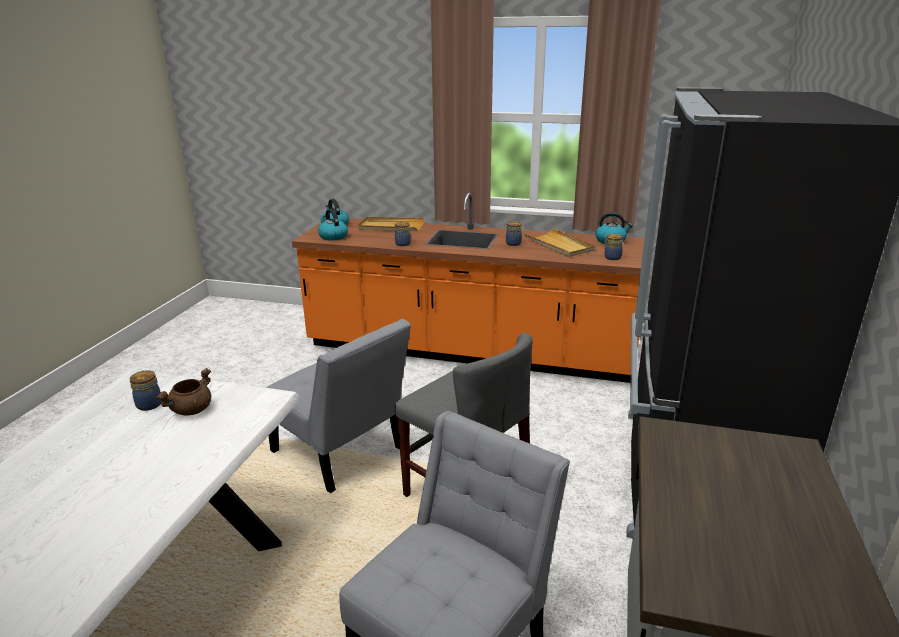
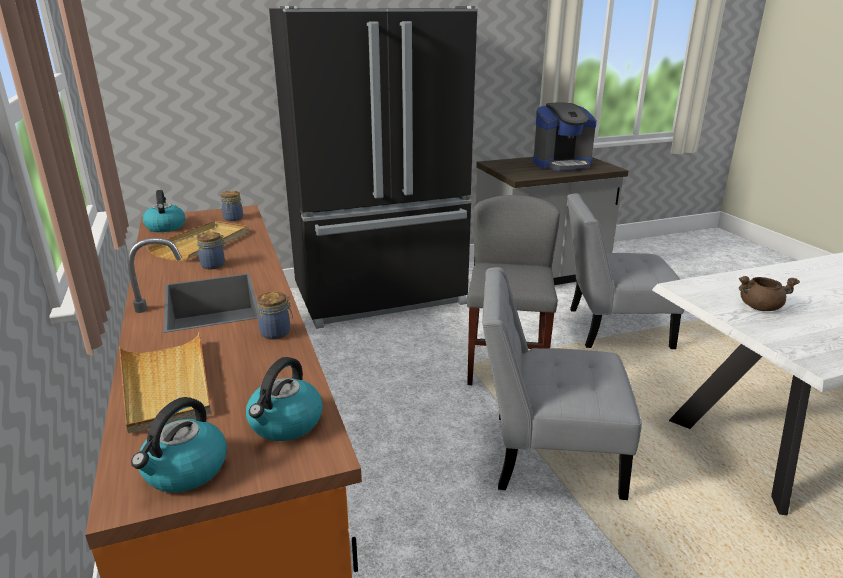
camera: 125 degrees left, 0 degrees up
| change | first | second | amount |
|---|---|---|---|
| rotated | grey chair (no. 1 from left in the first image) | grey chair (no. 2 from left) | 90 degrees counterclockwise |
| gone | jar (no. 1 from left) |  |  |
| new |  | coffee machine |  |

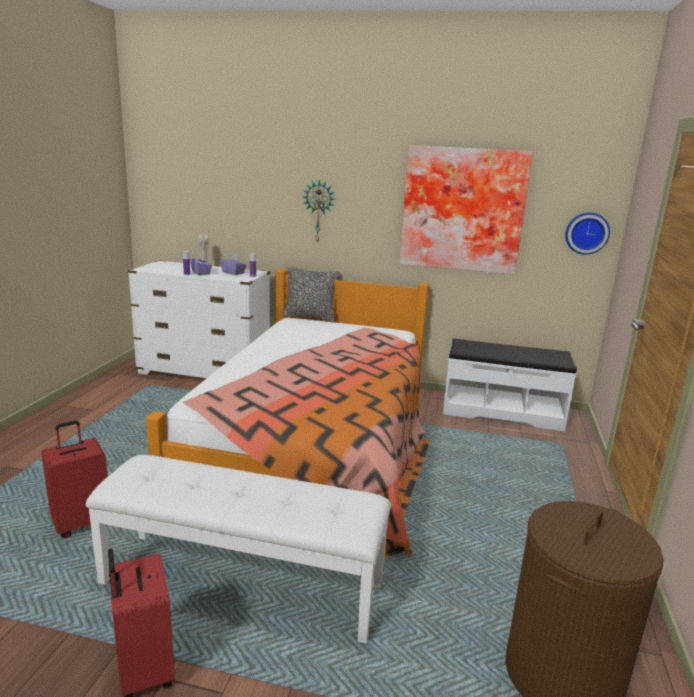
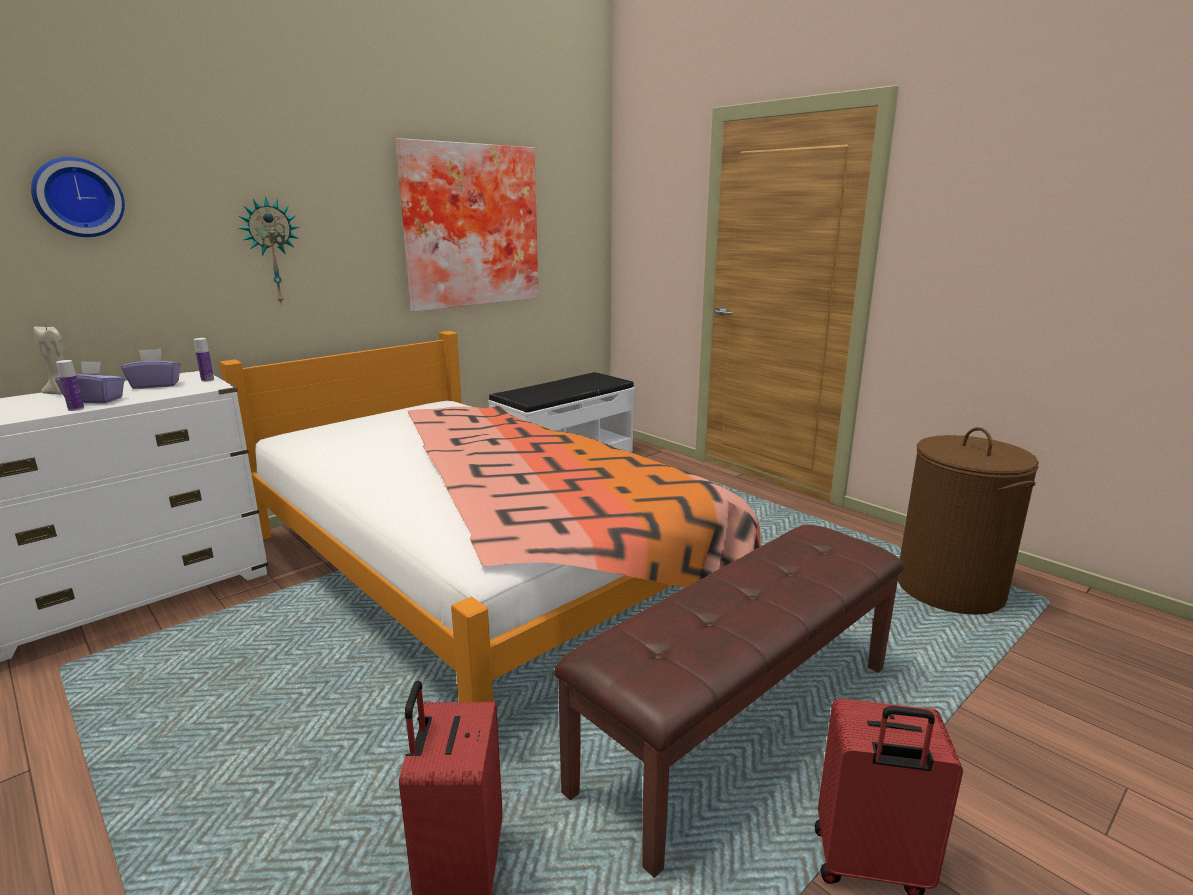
camera: 55 degrees left, 0 degrees up
| change | first | second | amount |
|---|---|---|---|
| shifted | wall clock (no. 2 from left in the first image) | wall clock (no. 1 from left) |  |
| gone | pillow |  |  |
| repainted | white bench (no. 1 from left) | brown bench |  |

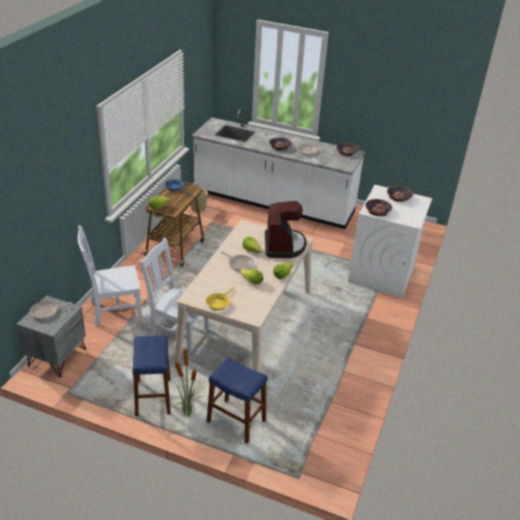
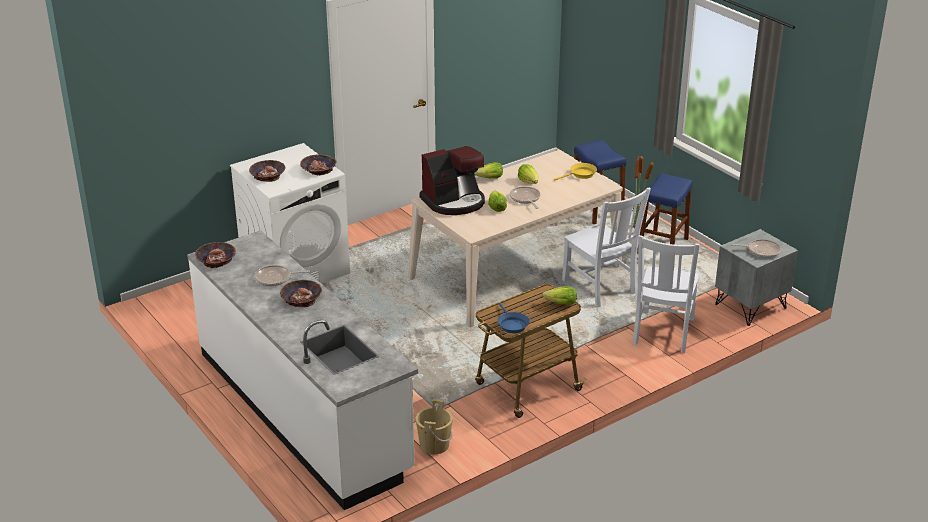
camera: 145 degrees left, 5 degrees down
| change | first | second | amount |
|---|---|---|---|
| rotated | coffee machine |  | 150 degrees counterclockwise |
| rotated | white chair (no. 1 from left in the first image) | white chair (no. 2 from left) | 90 degrees clockwise |

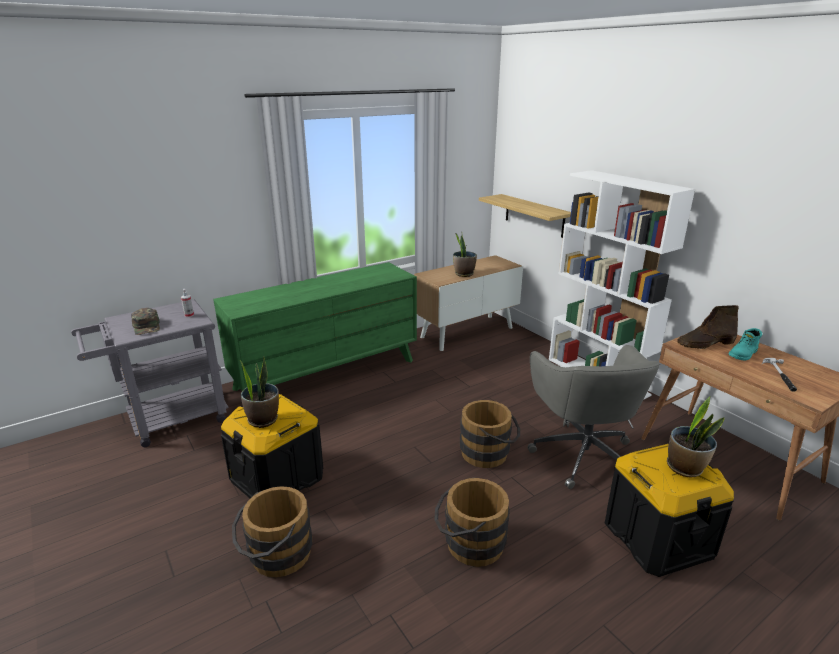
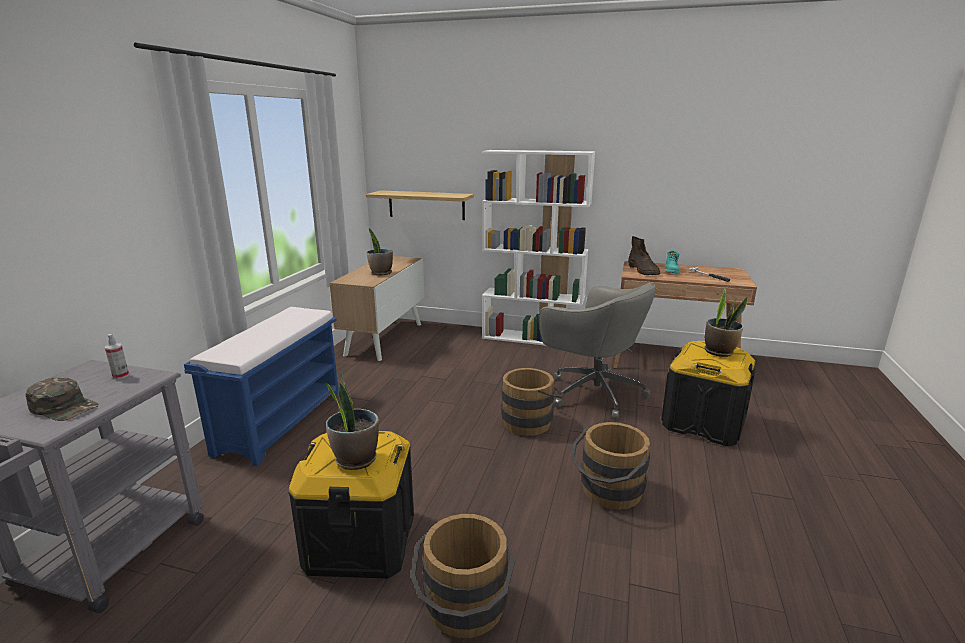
camera: 40 degrees left, 5 degrees down
| change | first | second | amount |
|---|---|---|---|
| swapped | green dresser | blue bench |  |
| rotated | brown boot |  | 45 degrees counterclockwise |

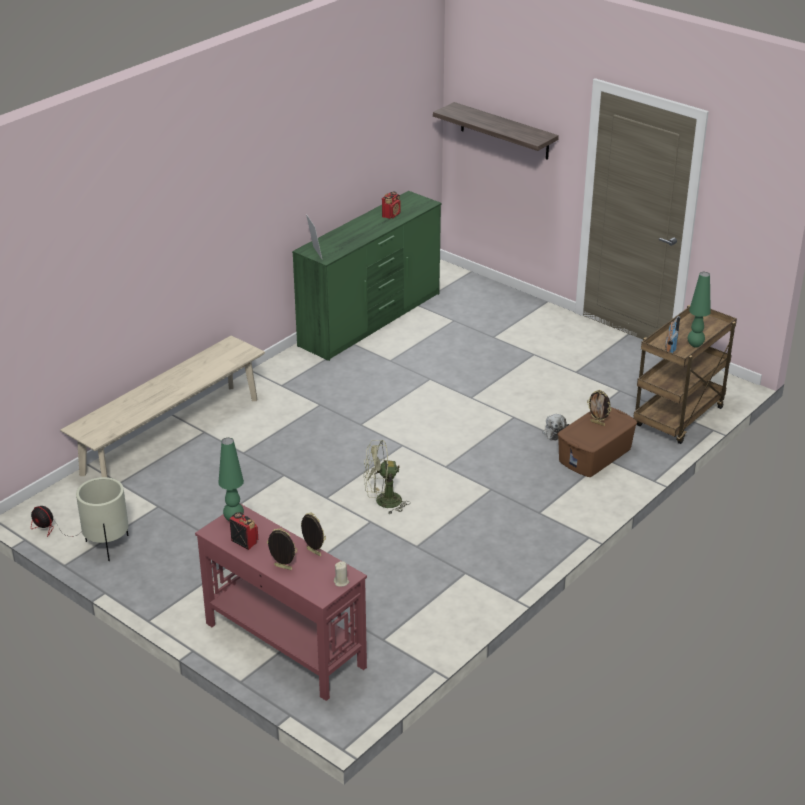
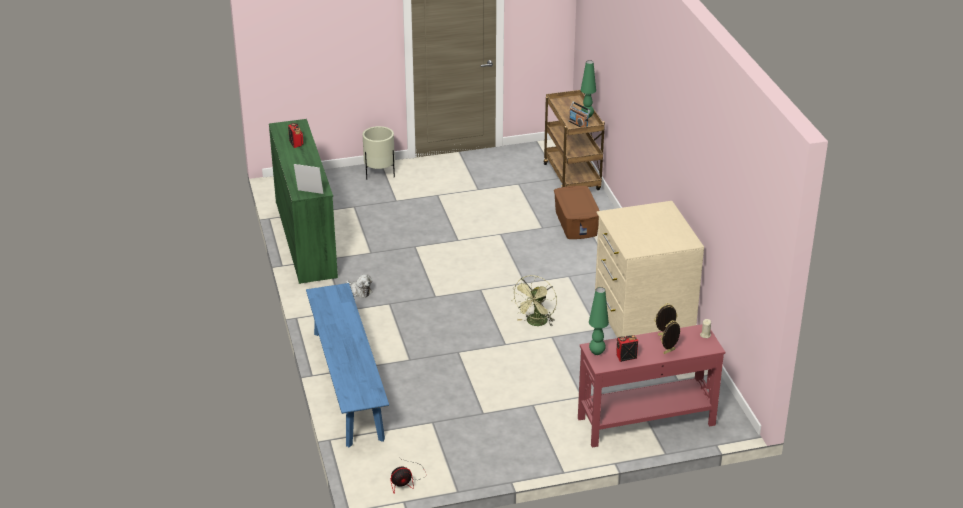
camera: 55 degrees left, 0 degrees up
| change | first | second | amount |
|---|---|---|---|
| gone | shelf |  |  |
| repainted | beige bench | blue bench |  |
| gone | picture frame (no. 4 from left) |  |  |
| shifted | plush toy |  |  |
| shifted | beige planter |  |  |
| new |  | beige dresser |  |

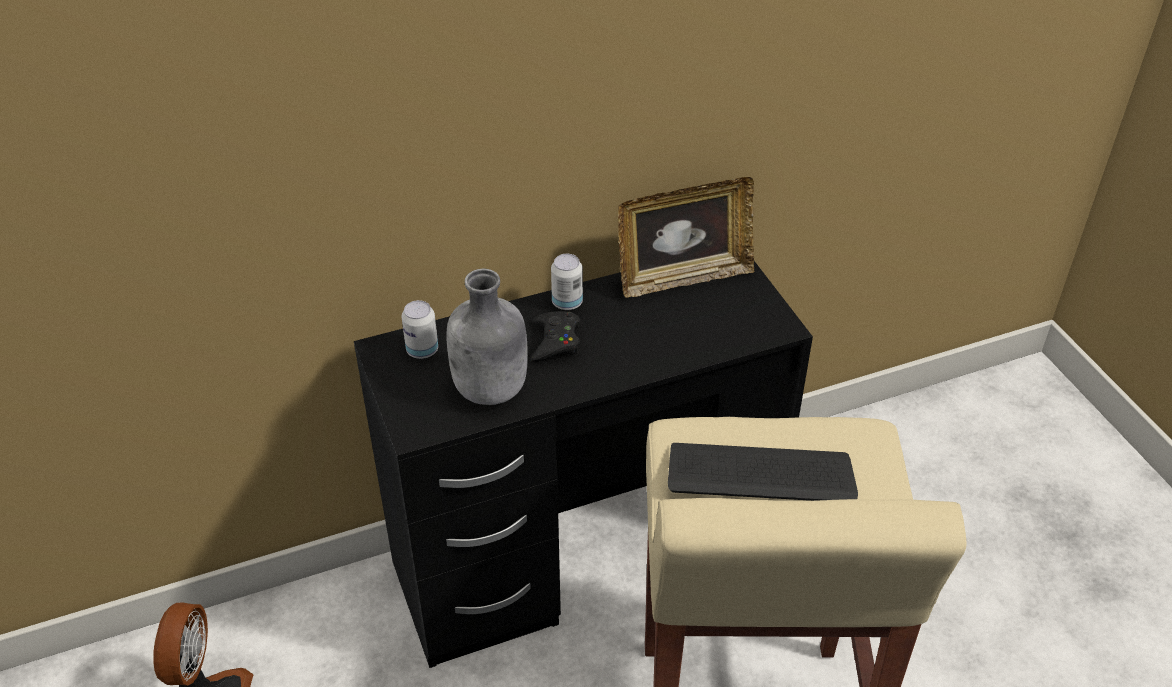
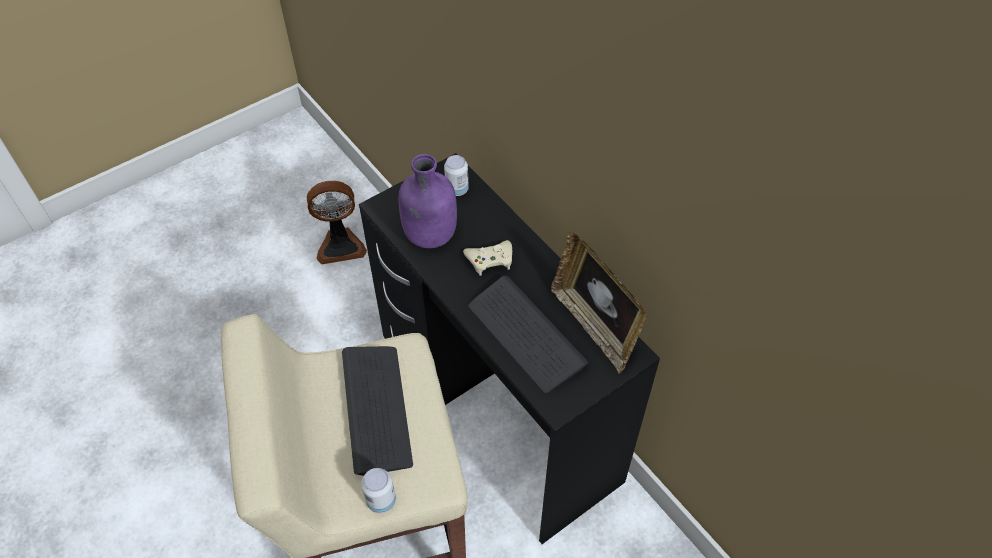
camera: 75 degrees right, 10 degrees up
| change | first | second | amount |
|---|---|---|---|
| shifted | can (no. 2 from left in the first image) | can (no. 1 from left) |  |
| repainted | grey bottle | purple bottle |  |
| repainted | black game controller | beige game controller |  |
| new |  | keyboard (no. 2 from left) |  |

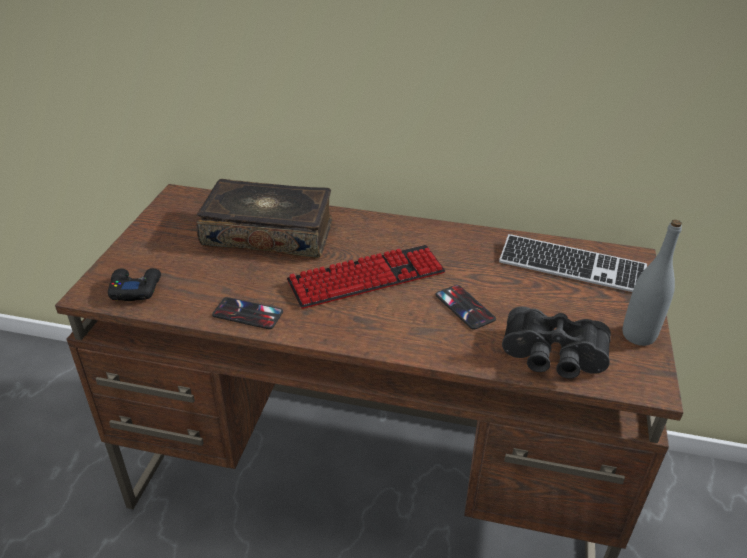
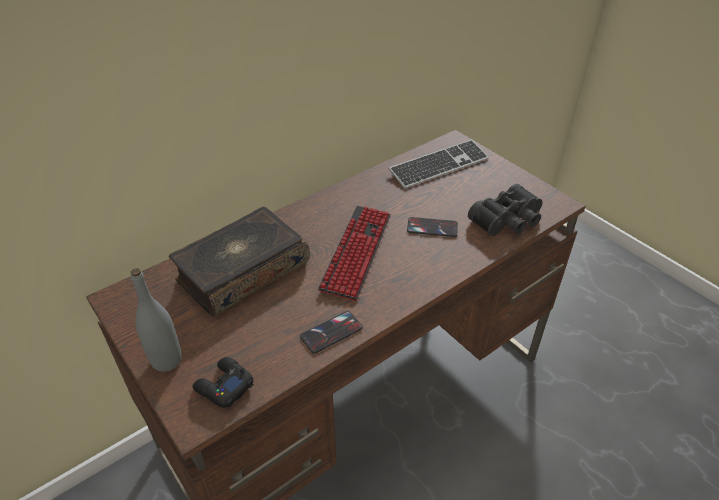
camera: 50 degrees left, 5 degrees up
| change | first | second | amount |
|---|---|---|---|
| shifted | grey bottle |  |  |

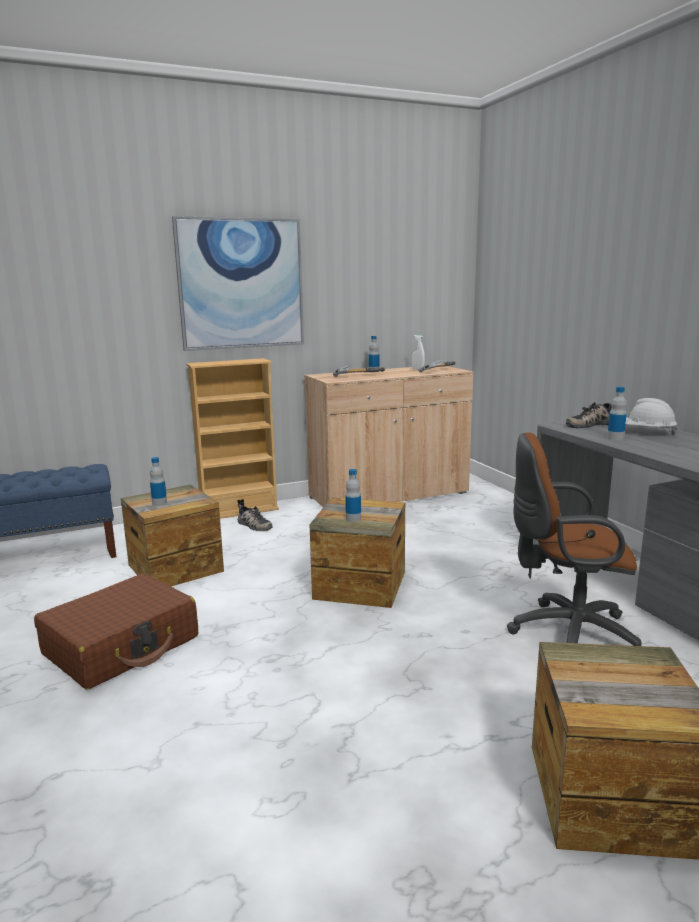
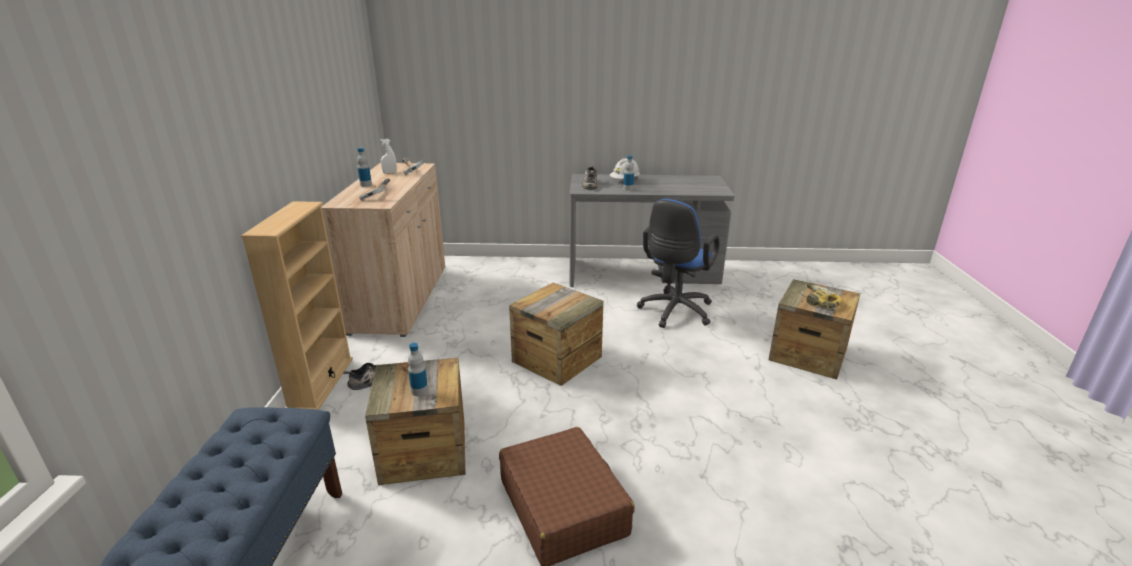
camera: 65 degrees left, 10 degrees up
| change | first | second | amount |
|---|---|---|---|
| gone | picture |  |  |
| repainted | brown office chair | blue office chair |  |
| gone | bottle (no. 2 from left) |  |  |
| new |  | power drill |  |

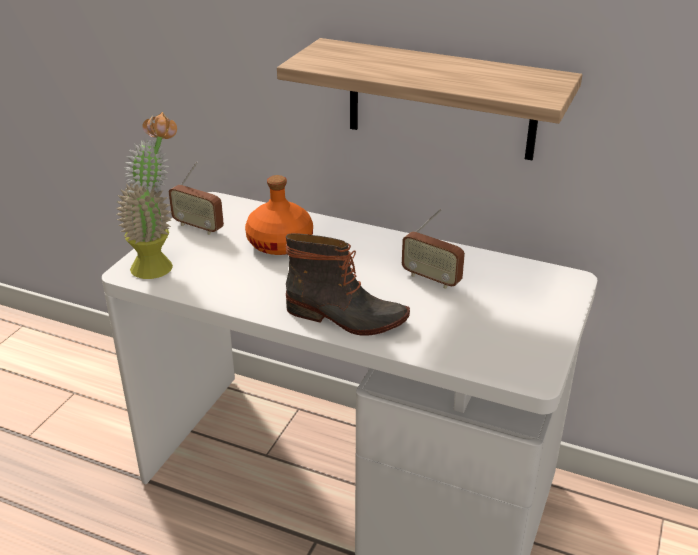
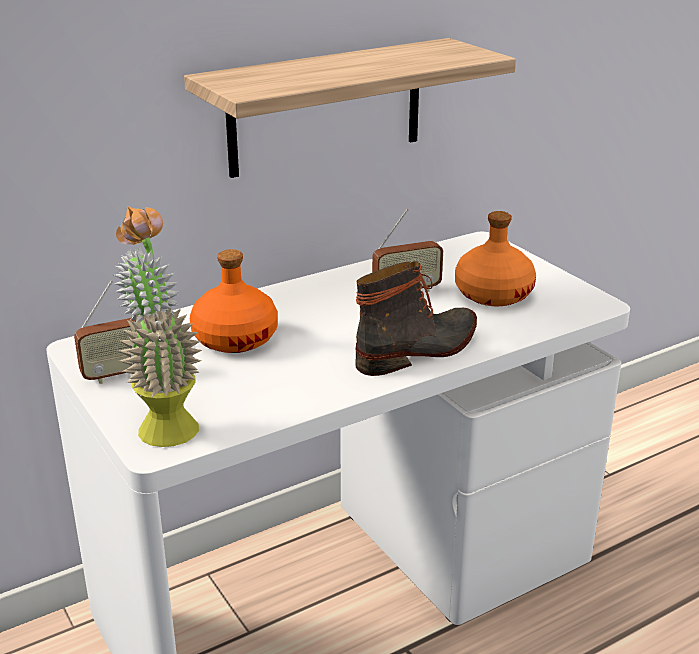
camera: 55 degrees left, 5 degrees down
| change | first | second | amount |
|---|---|---|---|
| new |  | orange bottle (no. 2 from left) |  |

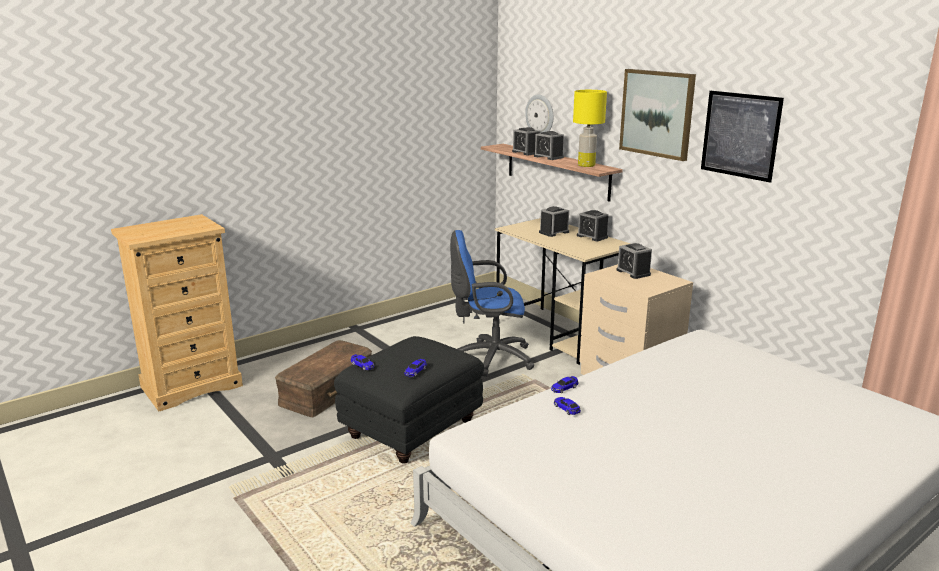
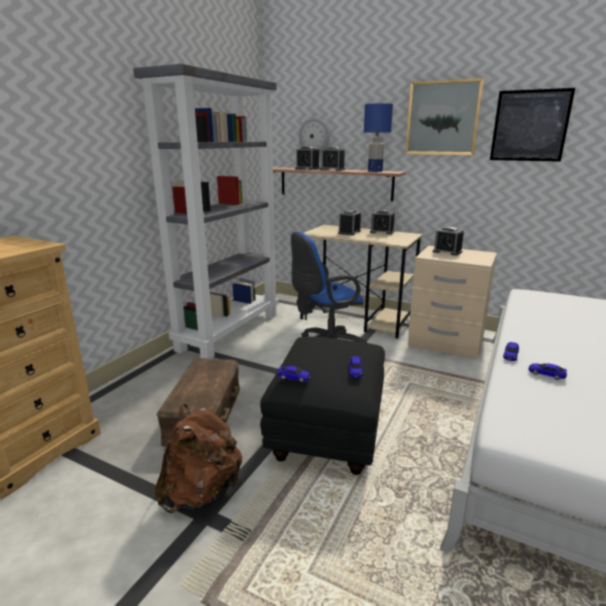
camera: 25 degrees left, 0 degrees up
| change | first | second | amount |
|---|---|---|---|
| repainted | yellow table lamp | blue table lamp |  |
| new |  | grey bookcase |  |
| new |  | brown backpack |  |

